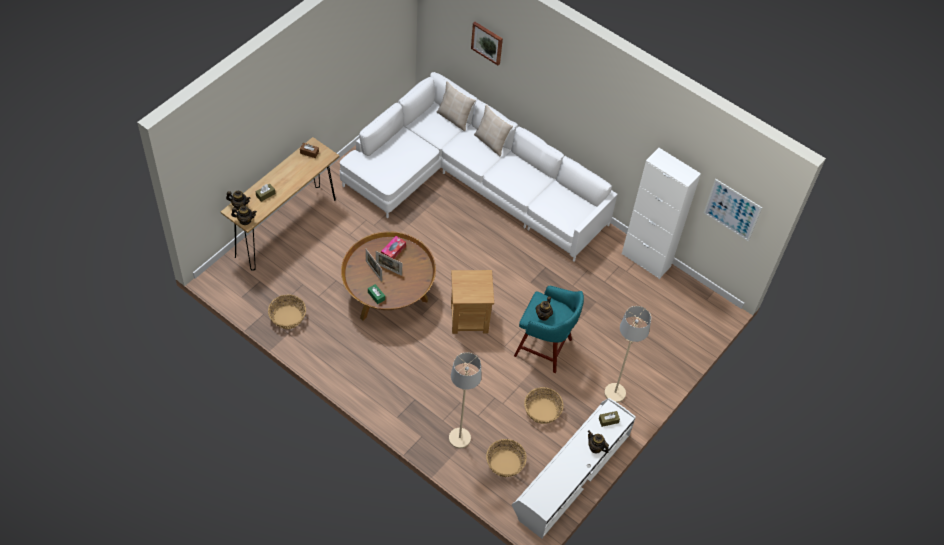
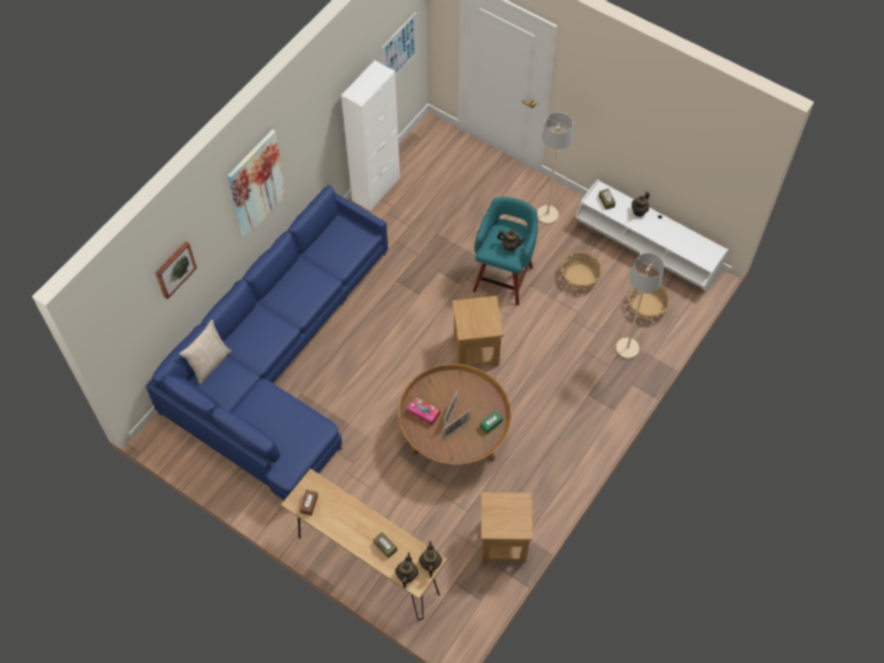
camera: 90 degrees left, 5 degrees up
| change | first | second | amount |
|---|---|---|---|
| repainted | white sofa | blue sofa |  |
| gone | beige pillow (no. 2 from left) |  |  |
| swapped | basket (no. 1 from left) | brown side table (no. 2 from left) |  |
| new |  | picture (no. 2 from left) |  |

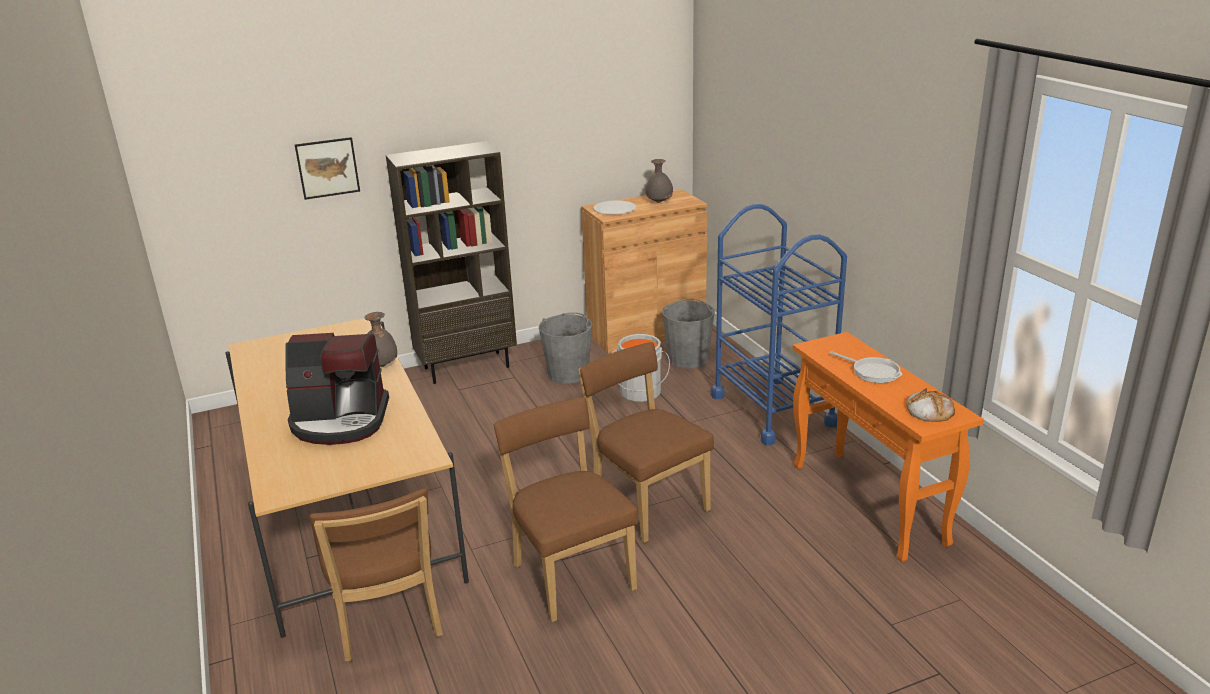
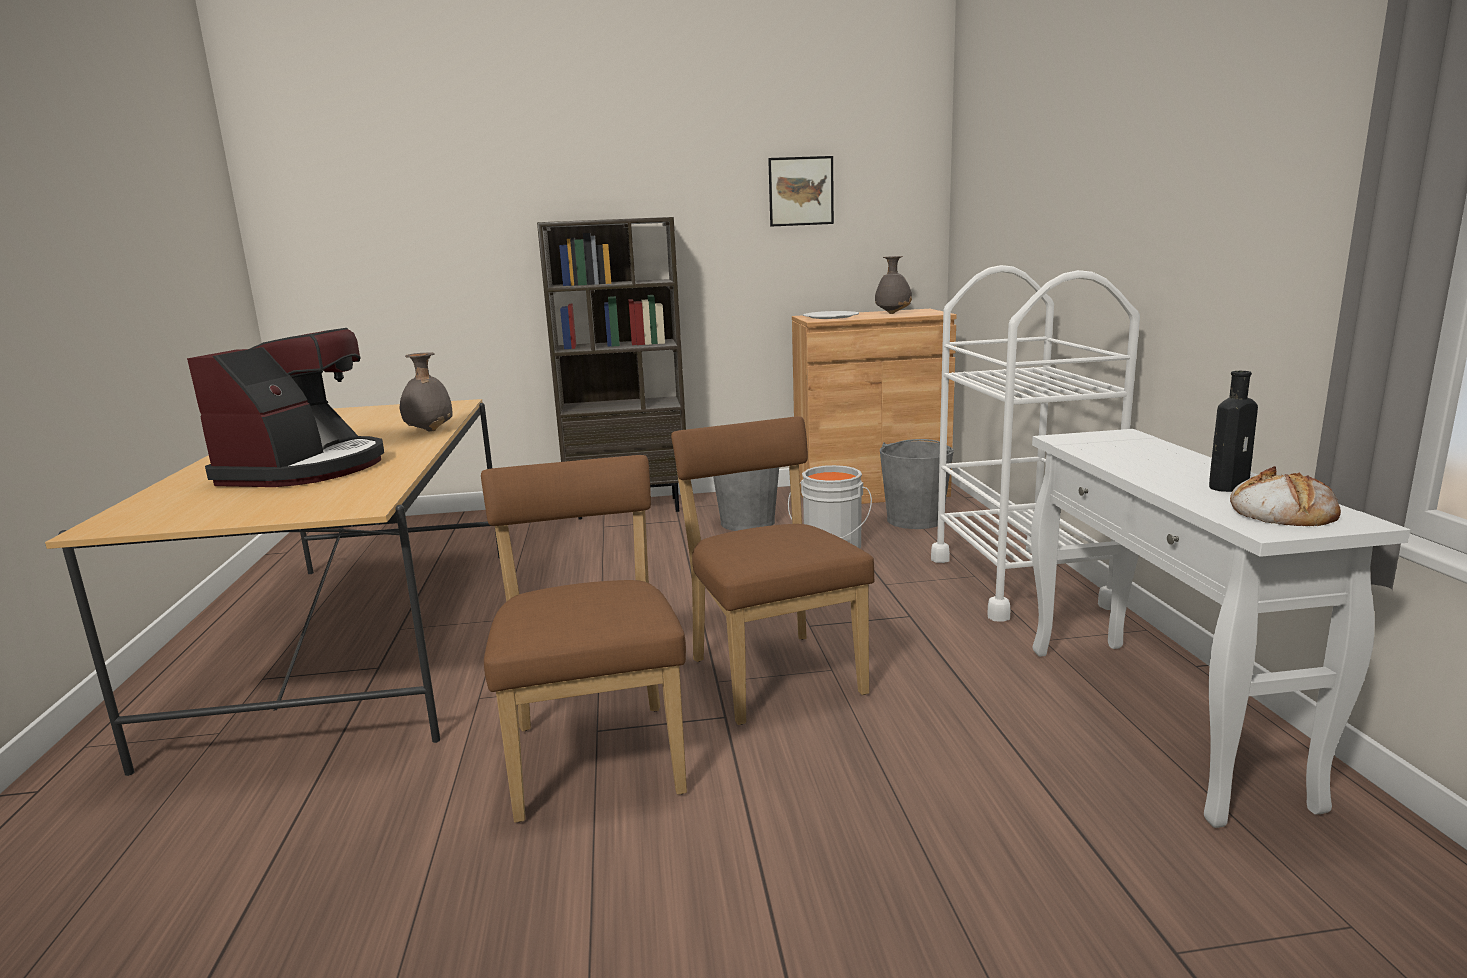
camera: 15 degrees right, 10 degrees down
| change | first | second | amount |
|---|---|---|---|
| shifted | picture |  |  |
| repainted | blue cart | white cart |  |
| repainted | orange console table | white console table |  |
| rotated | coffee machine |  | 90 degrees counterclockwise |
| gone | frying pan |  |  |
| gone | brown chair (no. 1 from left) |  |  |
| new |  | black bottle |  |

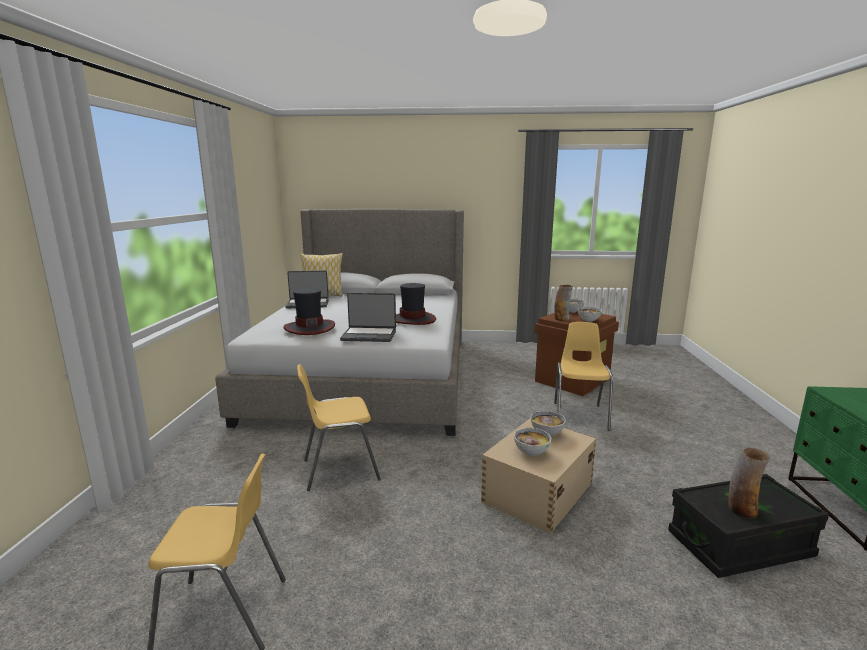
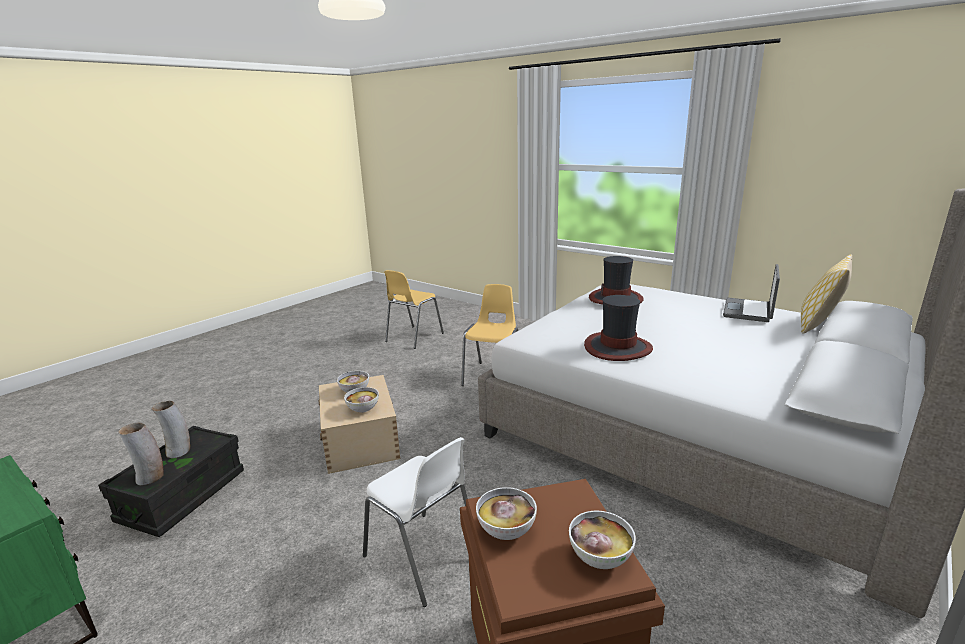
camera: 125 degrees right, 5 degrees up
| change | first | second | amount |
|---|---|---|---|
| shifted | vase (no. 1 from left) |  |  |
| gone | laptop (no. 2 from left) |  |  |
| repainted | yellow chair (no. 3 from left) | white chair |  |

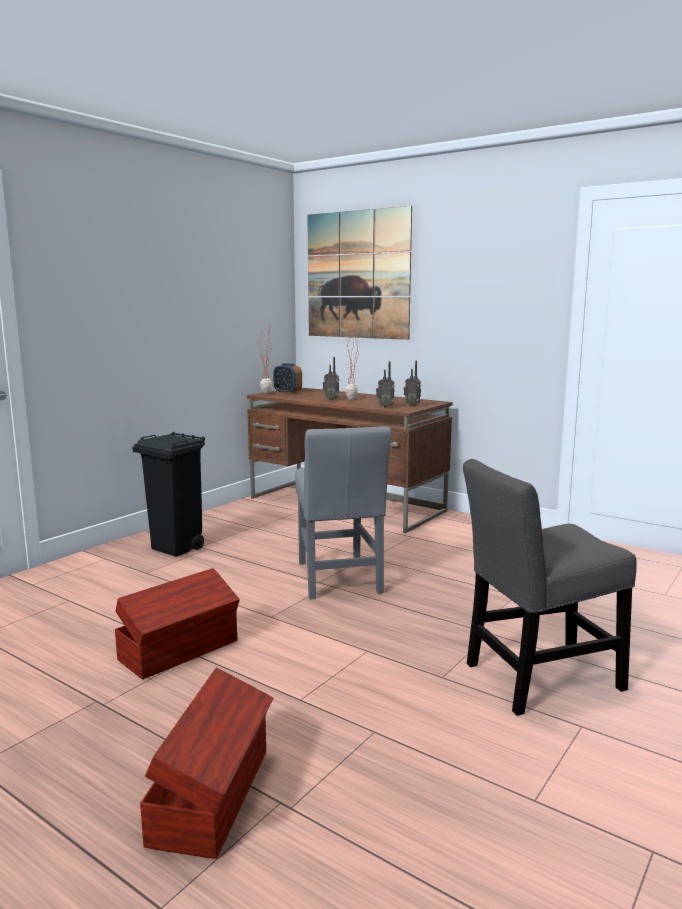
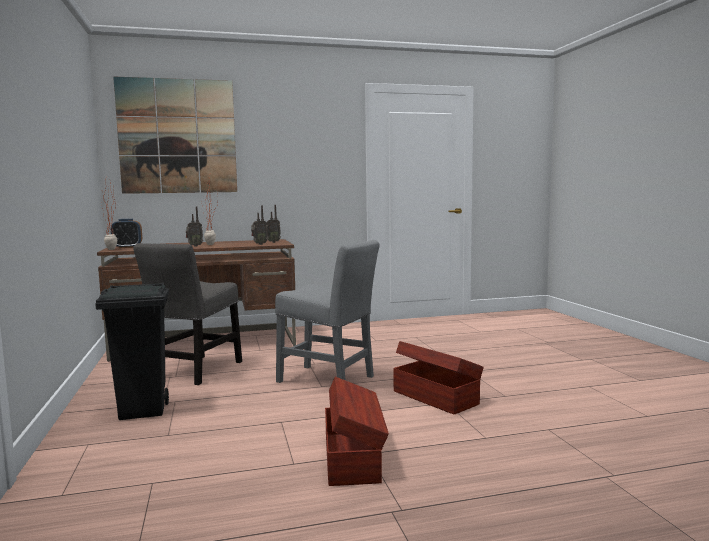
camera: 50 degrees left, 5 degrees down
| change | first | second | amount |
|---|---|---|---|
| shifted | grey chair (no. 2 from left in the first image) | grey chair (no. 1 from left) |  |
| shifted | brown storage box (no. 2 from left) |  |  |

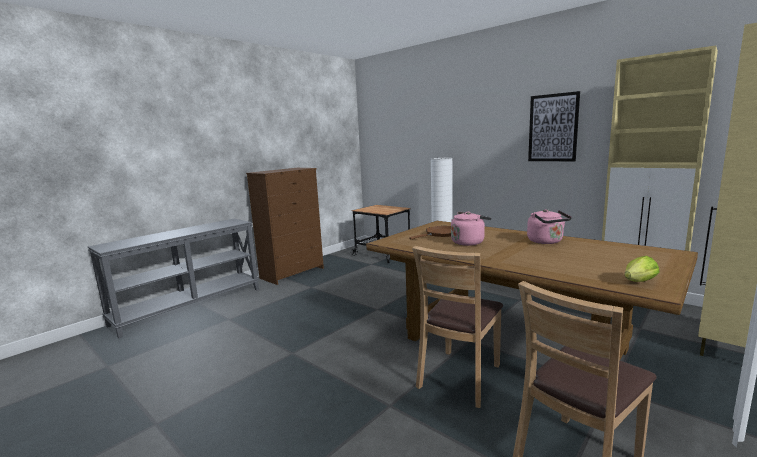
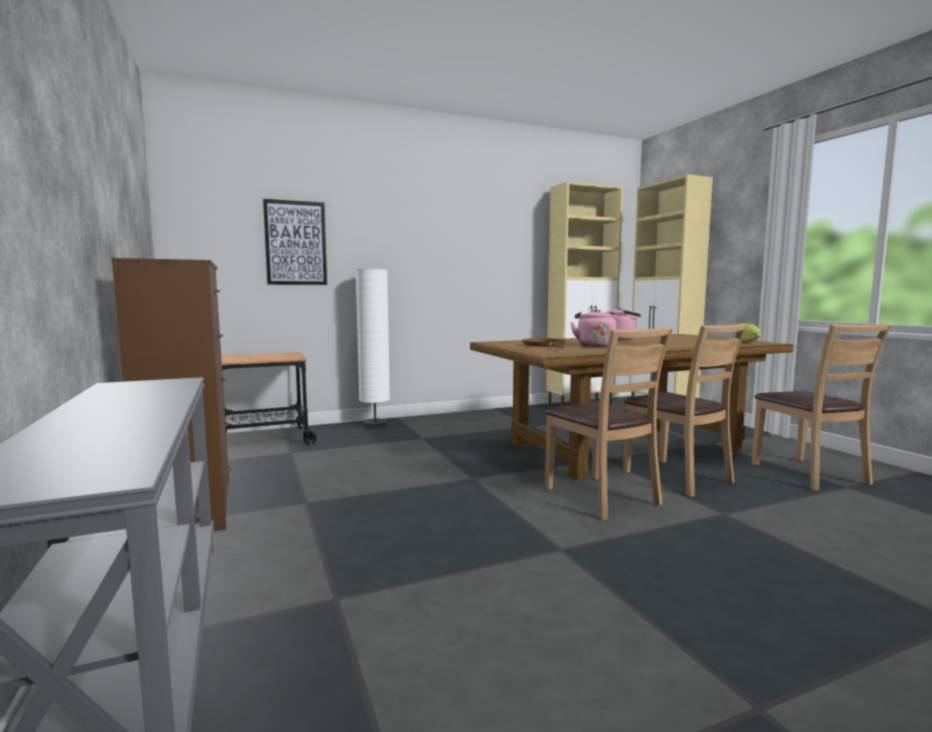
camera: 65 degrees left, 5 degrees down
| change | first | second | amount |
|---|---|---|---|
| shifted | picture |  |  |
| new |  | brown chair (no. 1 from left) |  |

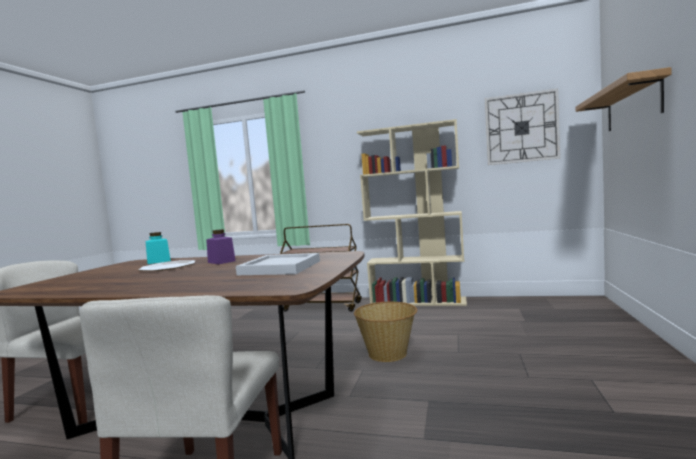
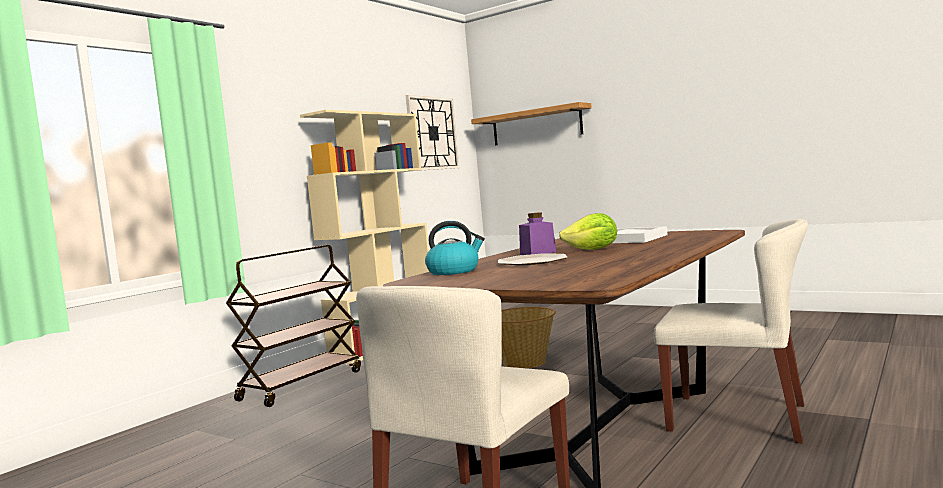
camera: 70 degrees left, 0 degrees up
| change | first | second | amount |
|---|---|---|---|
| swapped | turquoise jar | kettle |  |
| new |  | lettuce |  |

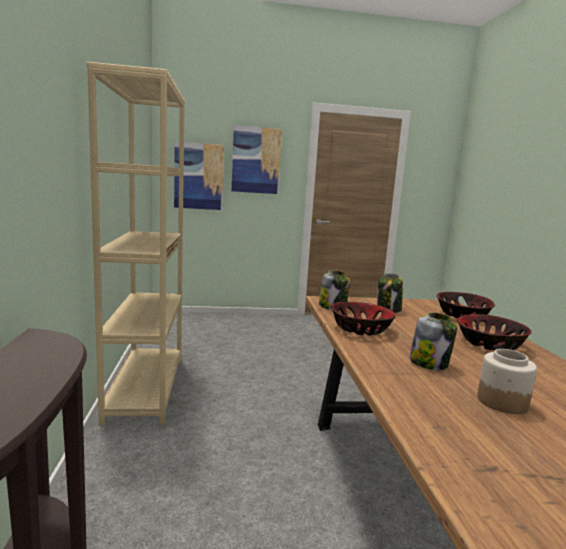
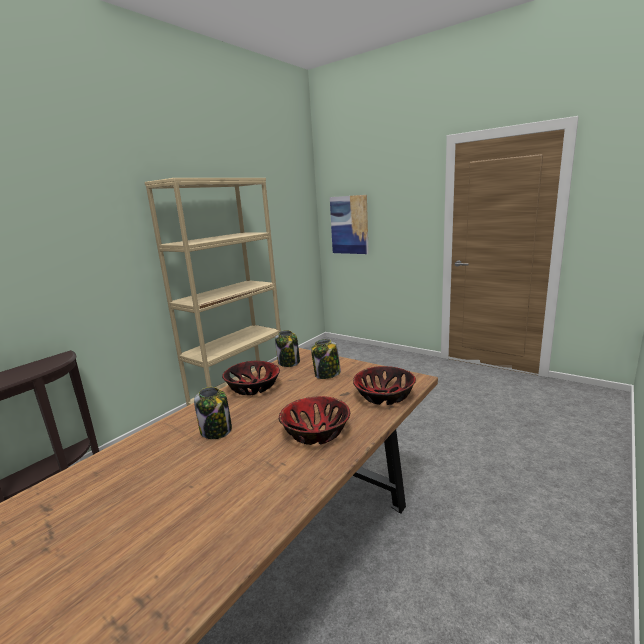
camera: 45 degrees right, 5 degrees up
| change | first | second | amount |
|---|---|---|---|
| gone | picture (no. 2 from left) |  |  |
| gone | jar (no. 4 from left) |  |  |

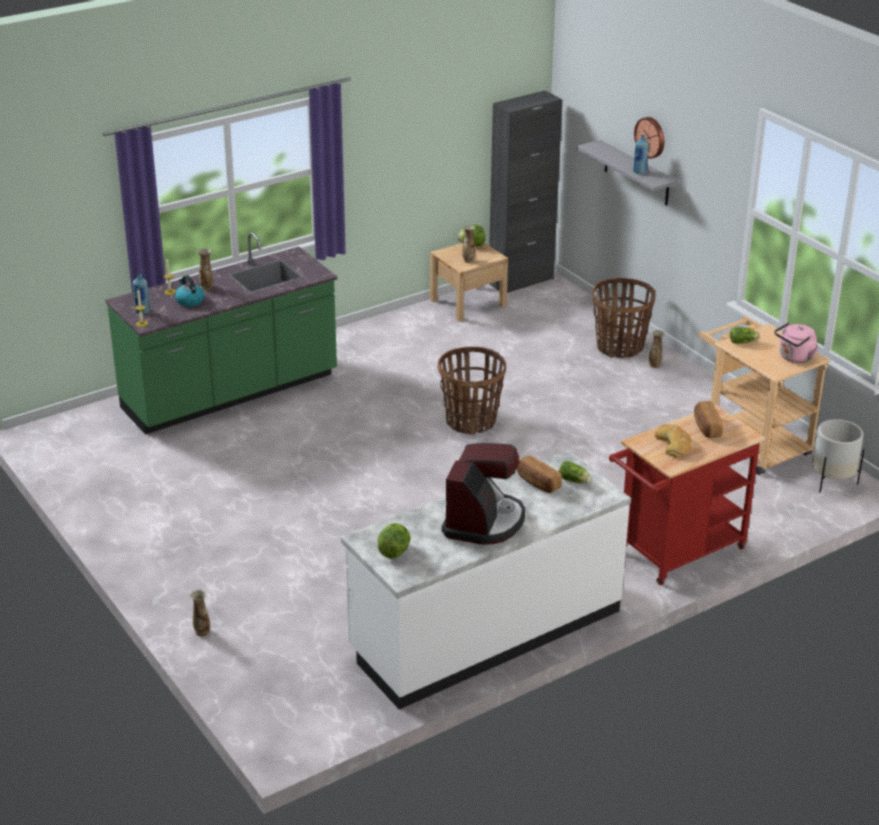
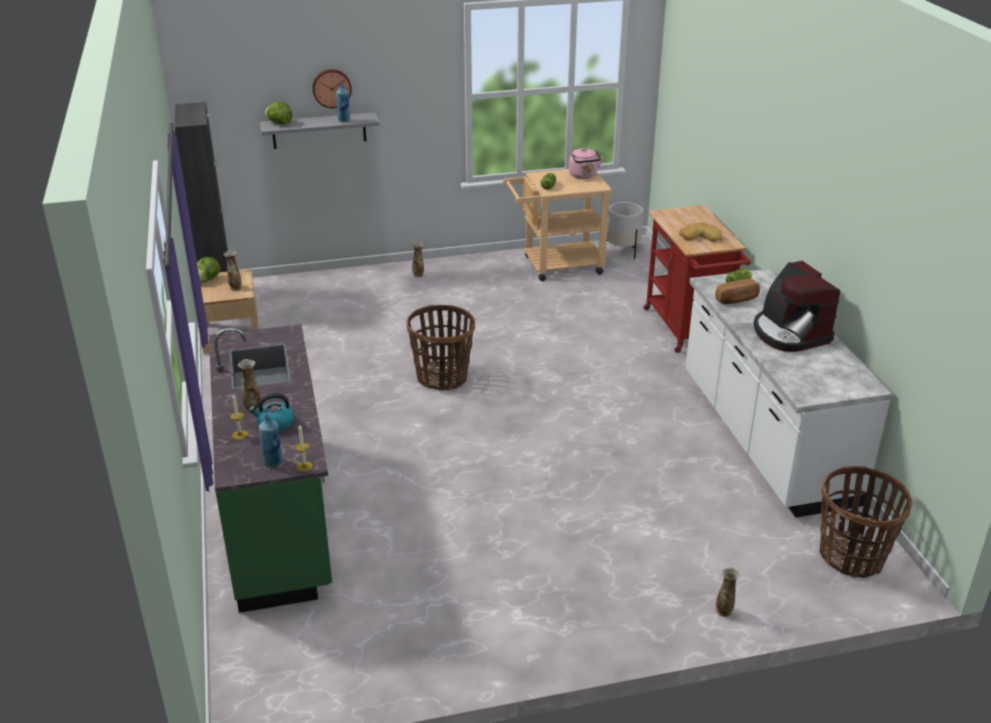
camera: 70 degrees left, 0 degrees up
| change | first | second | amount |
|---|---|---|---|
| shifted | basket (no. 2 from left) |  |  |
| gone | bread (no. 3 from left) |  |  |
| rotated | coffee machine |  | 150 degrees counterclockwise |
| shifted | lettuce (no. 1 from left in the first image) | lettuce (no. 2 from left) |  |

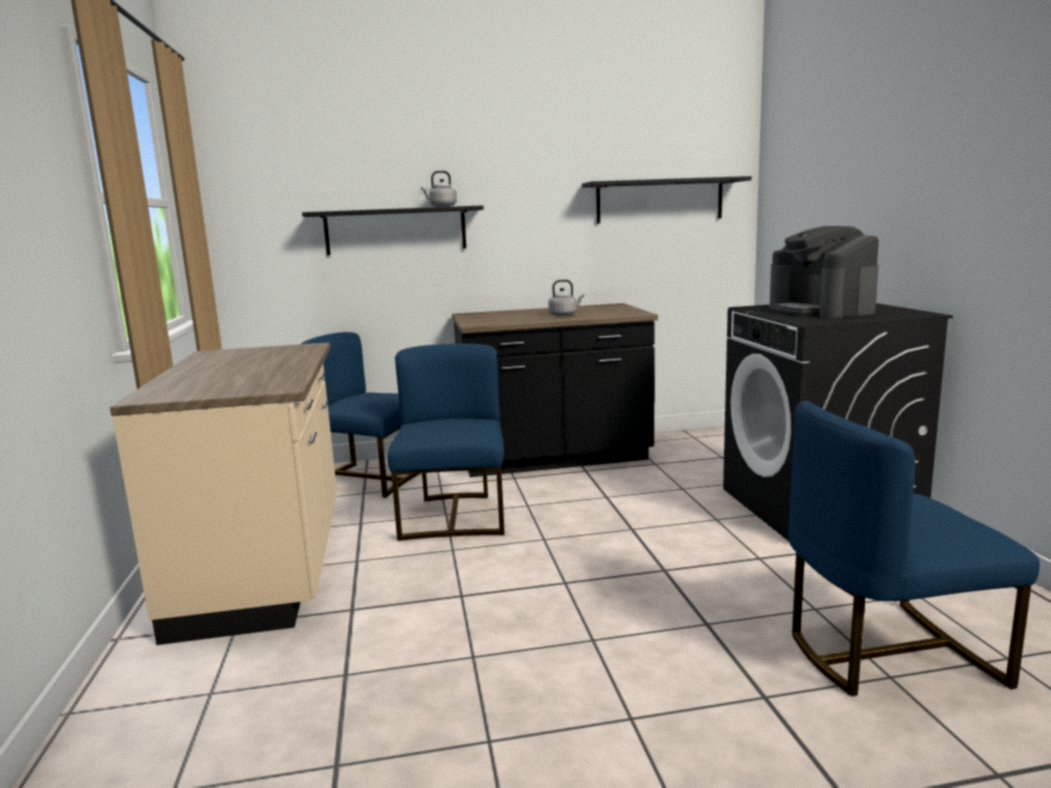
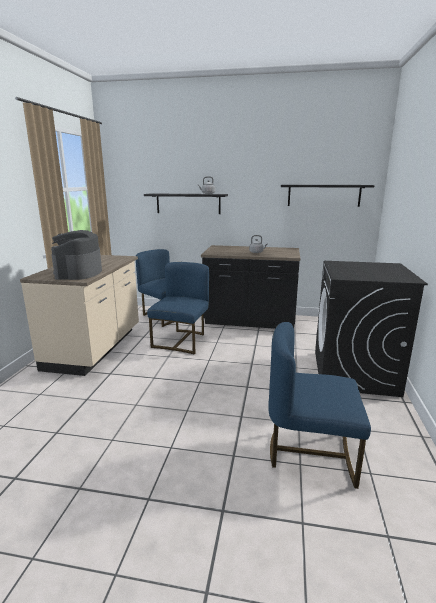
camera: 20 degrees right, 5 degrees up
| change | first | second | amount |
|---|---|---|---|
| shifted | coffee machine |  |  |

